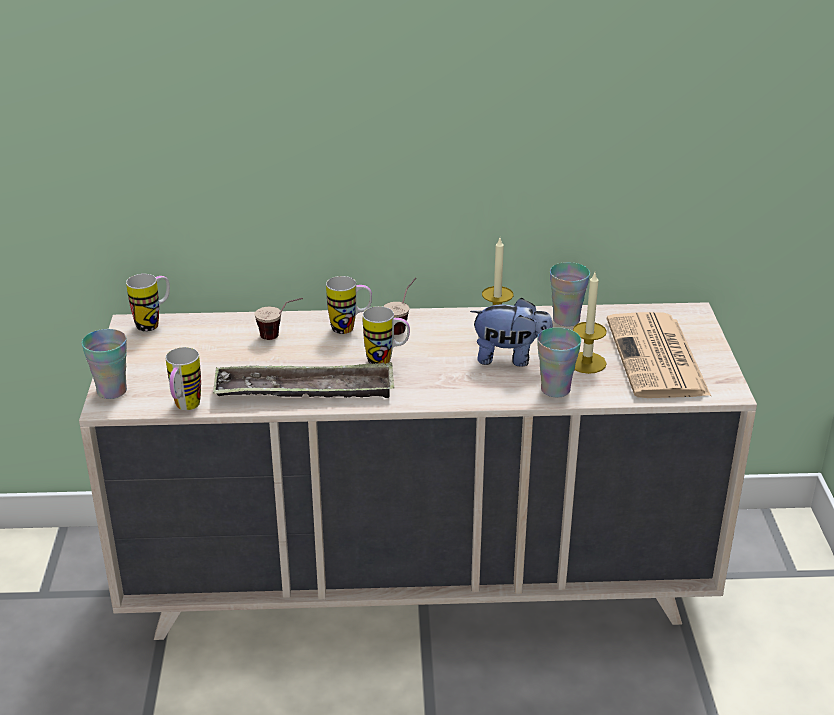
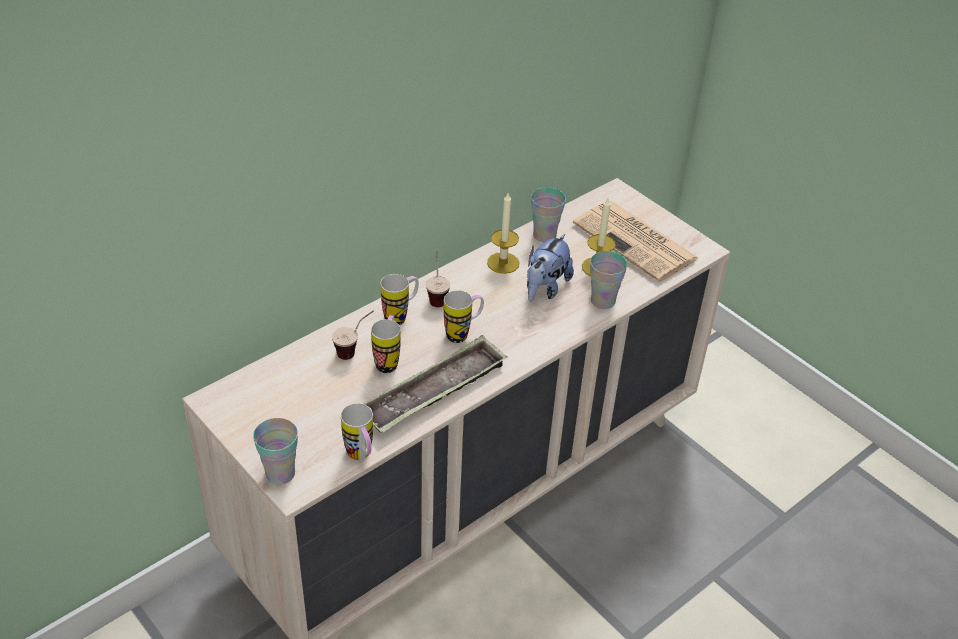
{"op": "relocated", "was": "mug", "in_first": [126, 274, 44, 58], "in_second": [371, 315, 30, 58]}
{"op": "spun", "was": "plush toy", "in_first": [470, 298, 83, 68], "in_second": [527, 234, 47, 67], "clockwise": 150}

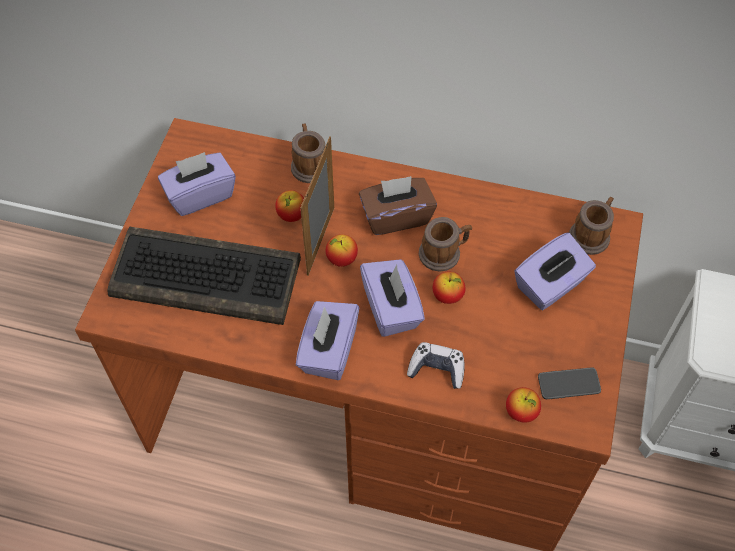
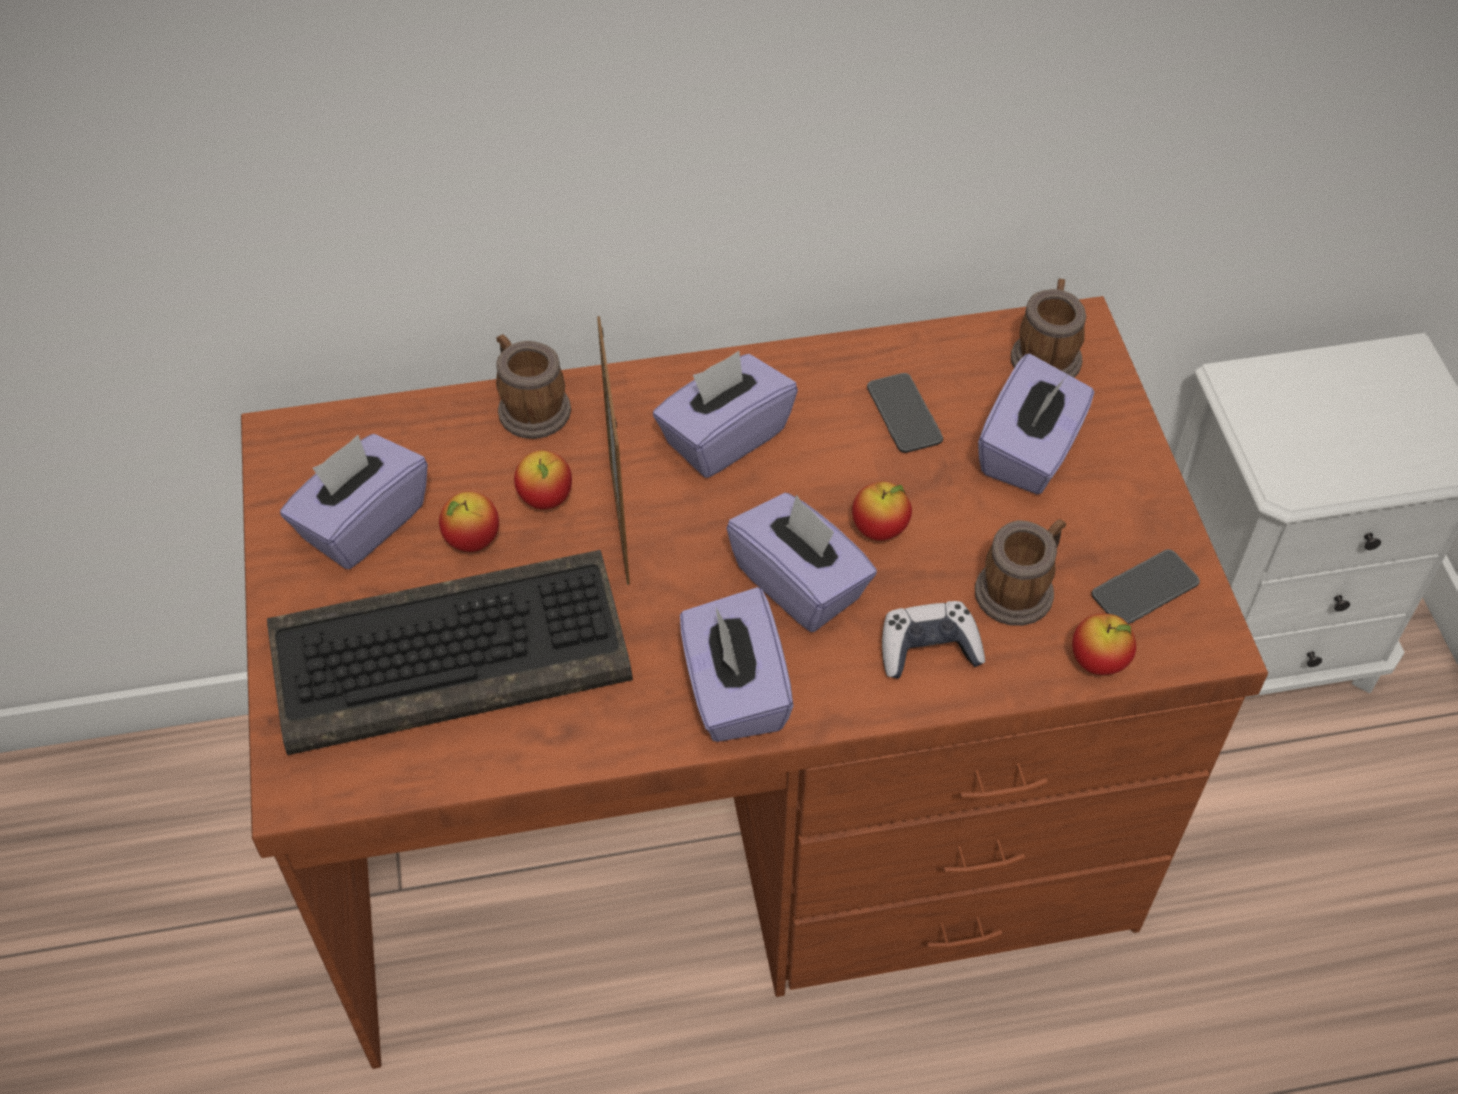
{"op": "relocated", "was": "apple fruit", "in_first": [326, 234, 32, 33], "in_second": [439, 492, 60, 60]}
{"op": "colour", "was": "box of tissues (brown-coloured)", "now": "box of tissues (purple-coloured)", "in_first": [359, 176, 78, 59], "in_second": [653, 351, 145, 127]}
{"op": "relocated", "was": "mug", "in_first": [419, 217, 53, 55], "in_second": [975, 519, 91, 107]}
{"op": "appeared", "now": "phone", "in_second": [867, 373, 76, 80]}

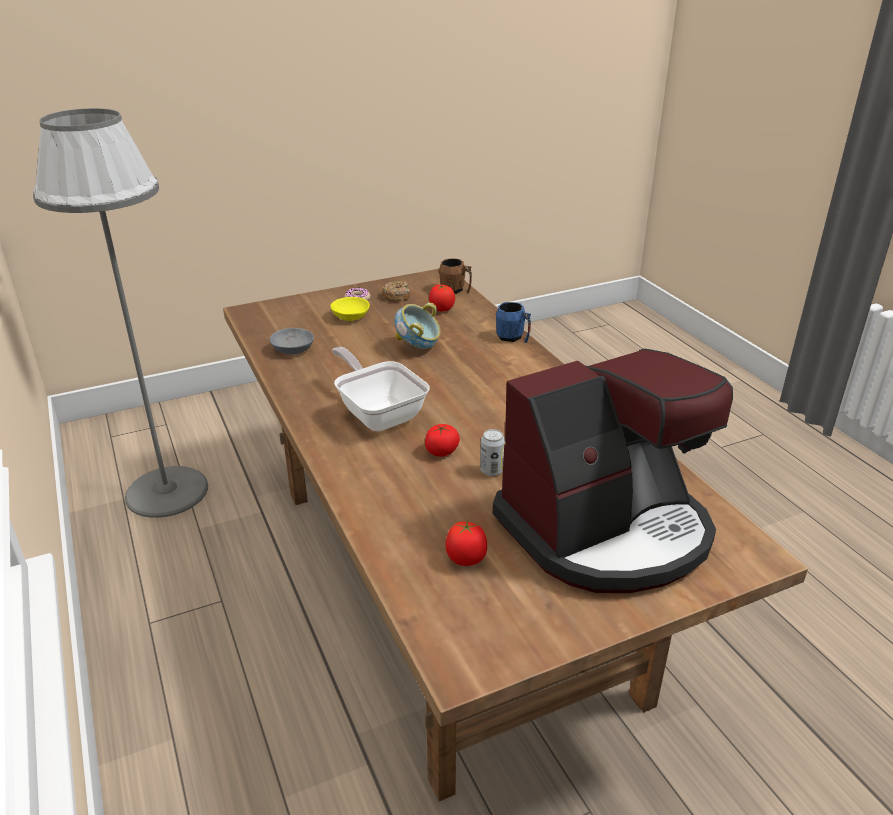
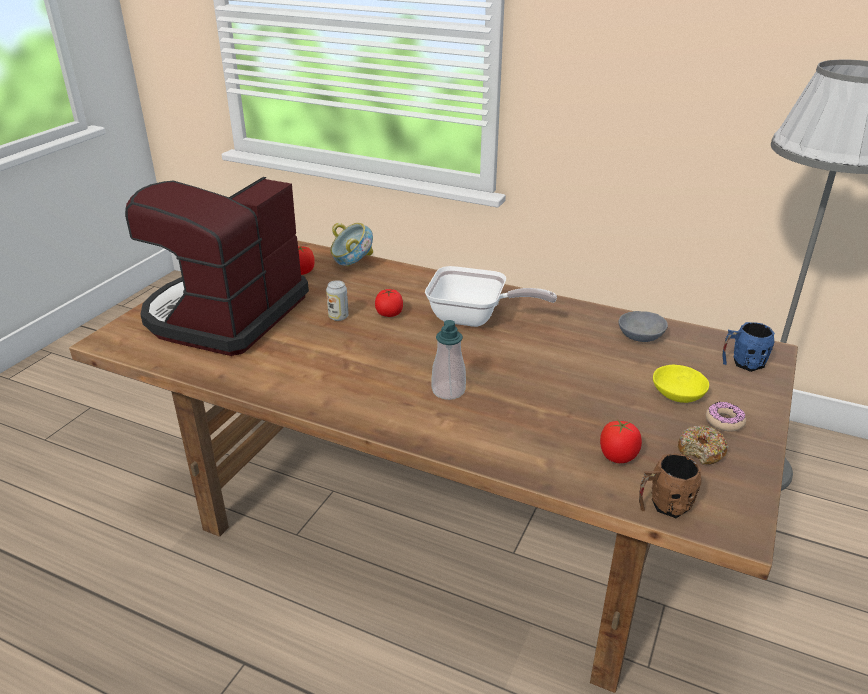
{"op": "relocated", "was": "serving bowl", "in_first": [394, 303, 46, 46], "in_second": [331, 223, 42, 43]}
{"op": "relocated", "was": "mug (blue)", "in_first": [496, 302, 35, 41], "in_second": [722, 322, 53, 50]}
{"op": "appeared", "now": "soap bottle", "in_second": [432, 320, 34, 80]}

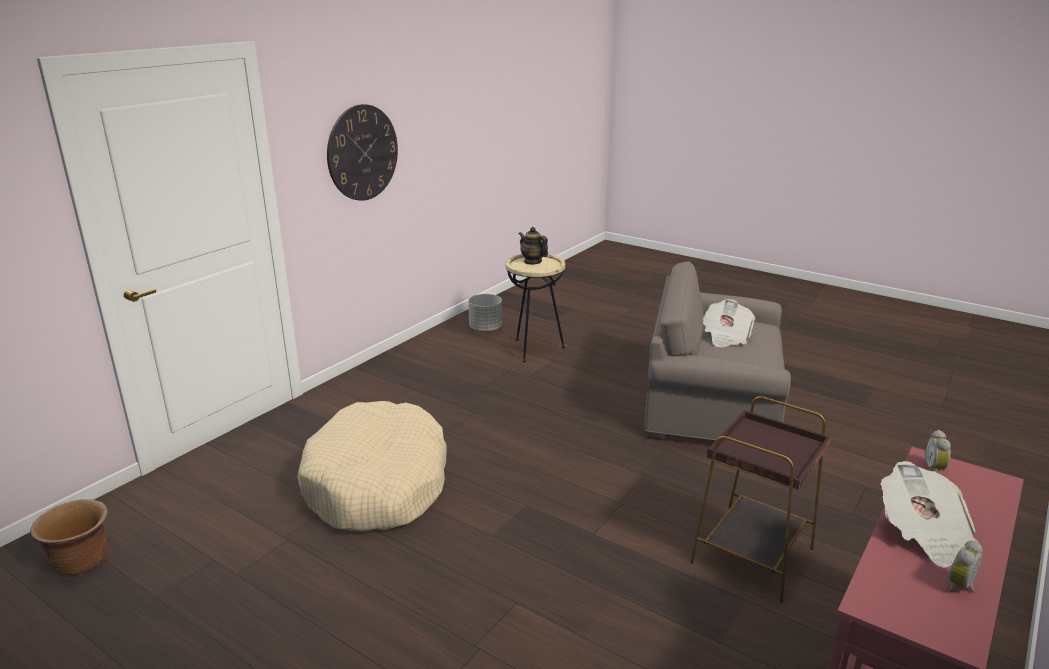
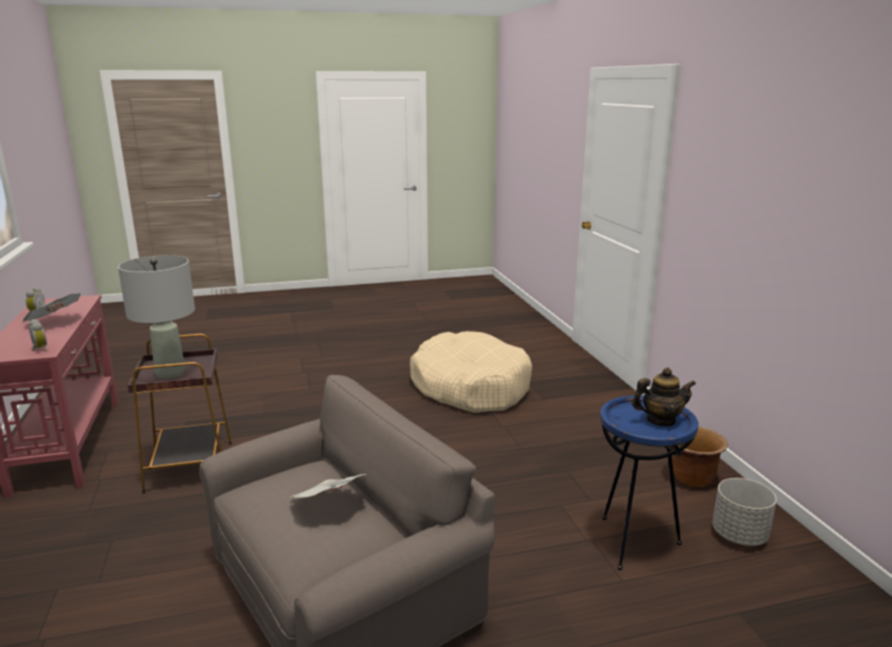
{"op": "relocated", "was": "plant pot (brown-coloured)", "in_first": [30, 499, 78, 77], "in_second": [671, 426, 57, 61]}
{"op": "missing", "was": "hanging clock", "in_first": [327, 104, 71, 97]}
{"op": "colour", "was": "end table (sand-coloured)", "now": "end table (blue)", "in_first": [506, 254, 59, 108], "in_second": [600, 396, 98, 174]}
{"op": "appeared", "now": "lamp for a table (grey)", "in_second": [118, 255, 77, 124]}

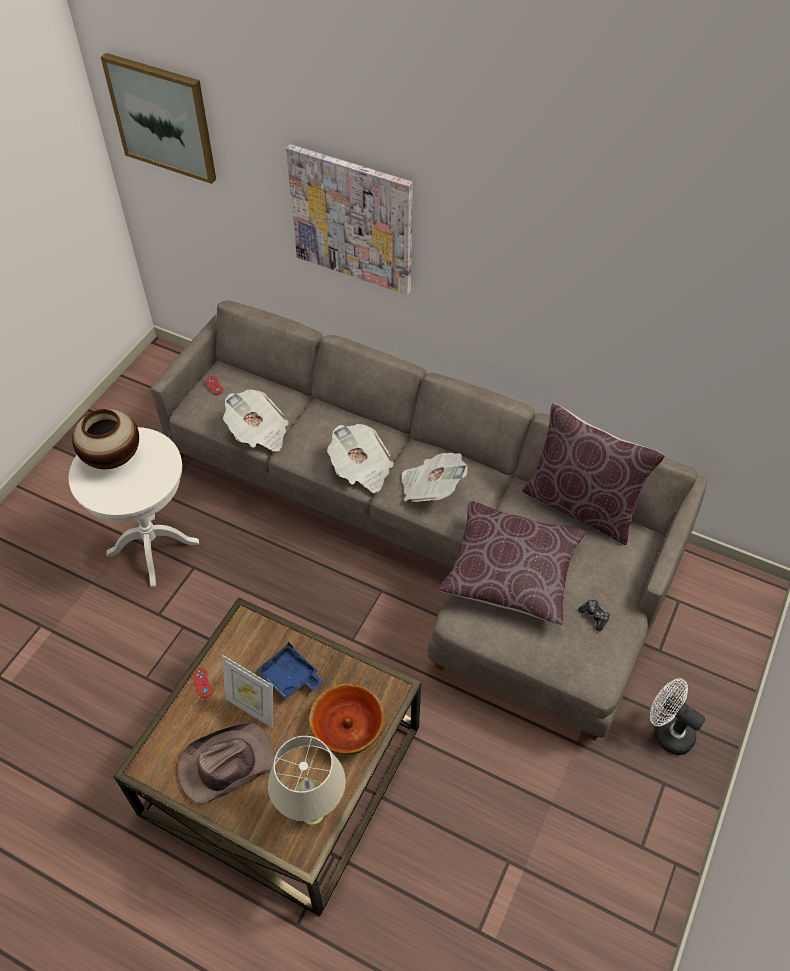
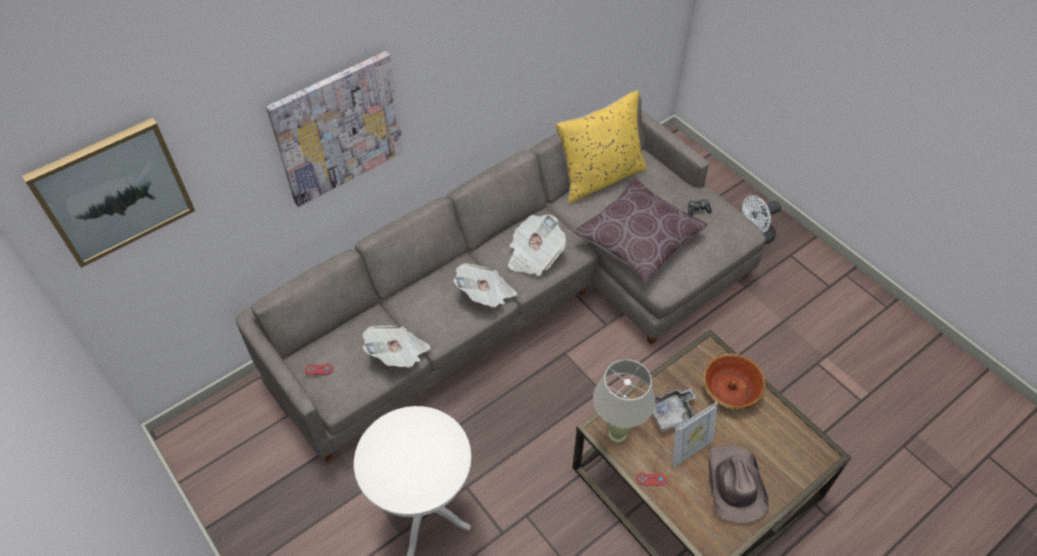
{"op": "missing", "was": "vase", "in_first": [72, 409, 67, 60]}
{"op": "colour", "was": "carrying tray (blue)", "now": "carrying tray (grey)", "in_first": [256, 642, 67, 57], "in_second": [652, 388, 45, 44]}
{"op": "relocated", "was": "lamp for a table (sand-coloured)", "in_first": [268, 736, 78, 89], "in_second": [593, 359, 62, 83]}
{"op": "colour", "was": "throw pillow (brown-coloured)", "now": "throw pillow (yellow-coloured)", "in_first": [522, 403, 143, 142], "in_second": [556, 90, 91, 114]}

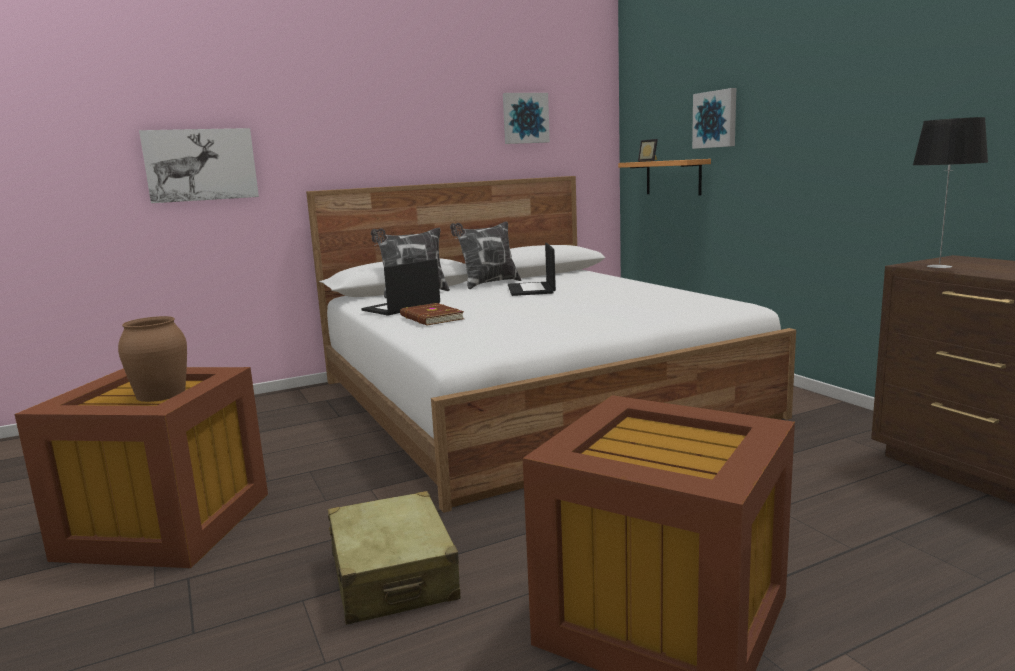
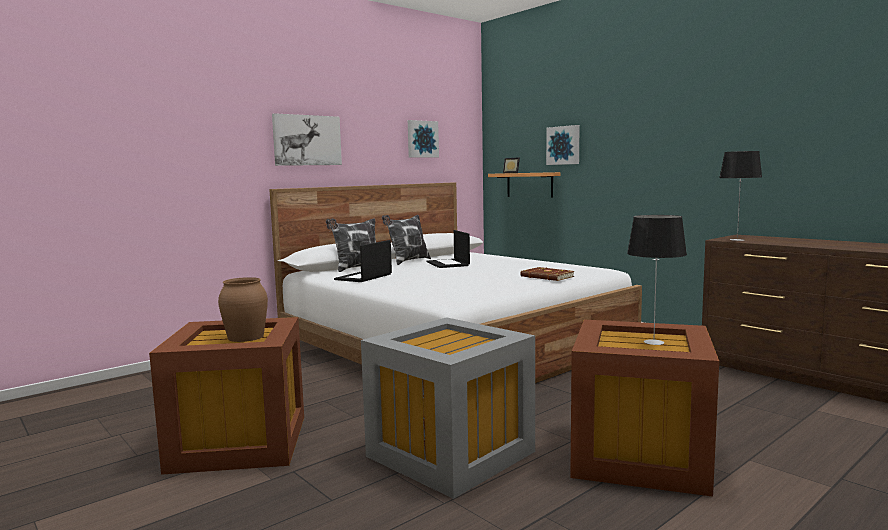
{"op": "relocated", "was": "wall art", "in_first": [139, 128, 120, 75], "in_second": [272, 113, 70, 53]}
{"op": "exchanged", "was": "suitcase (sand-coloured)", "now": "storage container (grey)", "in_first": [328, 491, 132, 134], "in_second": [361, 317, 174, 182]}
{"op": "relocated", "was": "bound book (brown-coloured)", "in_first": [400, 303, 64, 22], "in_second": [520, 267, 54, 14]}
{"op": "appeared", "now": "lamp for a table", "in_second": [627, 215, 60, 130]}

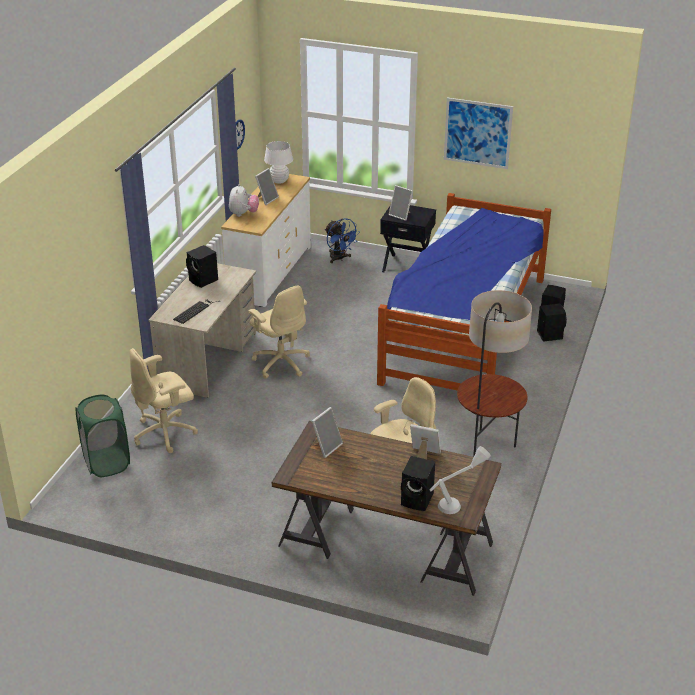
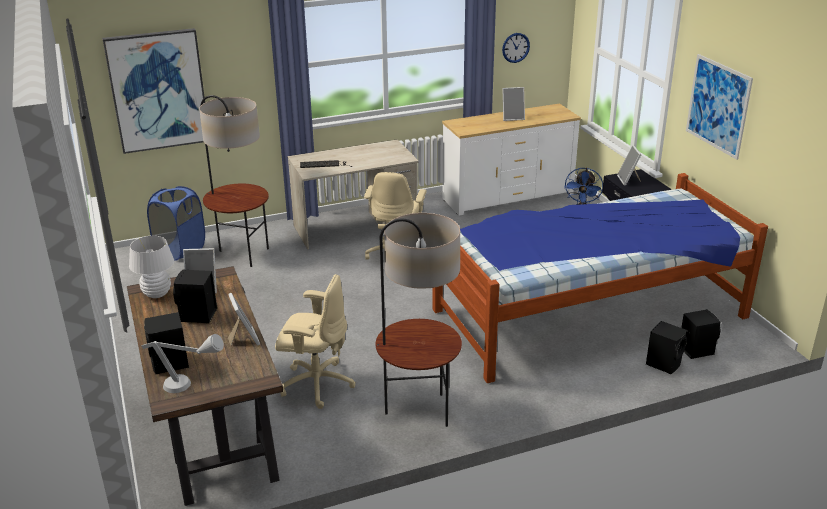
{"op": "colour", "was": "washing basket (green)", "now": "washing basket (blue)", "in_first": [76, 395, 54, 82], "in_second": [147, 186, 58, 75]}
{"op": "exchanged", "was": "computer chair (sand-coloured)", "now": "standing lamp", "in_first": [130, 348, 68, 105], "in_second": [199, 95, 70, 172]}
{"op": "relocated", "was": "speaker (black-coloured)", "in_first": [186, 245, 32, 43], "in_second": [173, 269, 44, 54]}
{"op": "missing", "was": "plush toy", "in_first": [229, 184, 30, 33]}
{"op": "relocated", "was": "lamp for a table (whitish)", "in_first": [264, 141, 29, 43], "in_second": [129, 236, 45, 62]}
{"op": "appeared", "now": "wall art", "in_second": [102, 28, 103, 126]}

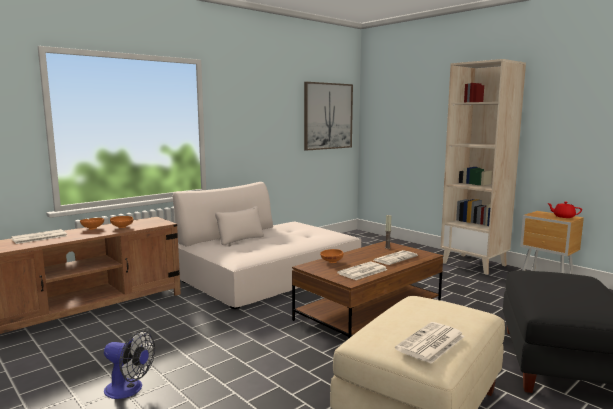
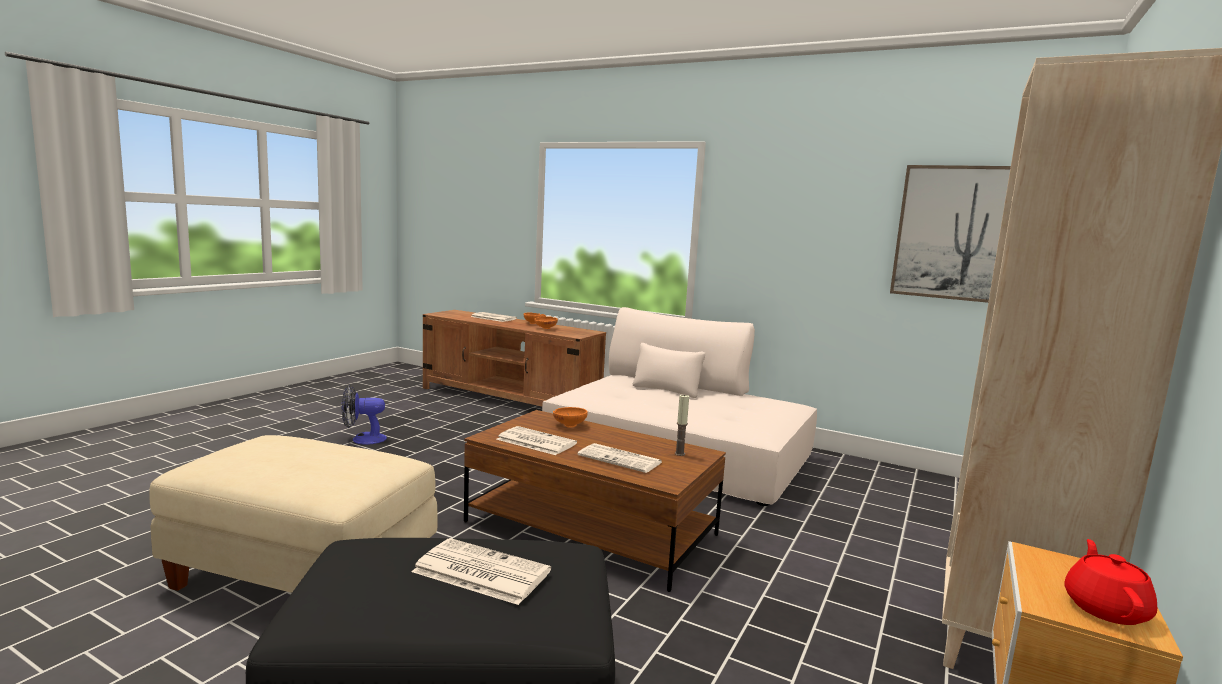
{"op": "spun", "was": "fan", "in_first": [104, 331, 51, 68], "in_second": [342, 385, 45, 60], "clockwise": 75}
{"op": "relocated", "was": "daily paper", "in_first": [395, 322, 70, 42], "in_second": [412, 538, 139, 67]}

